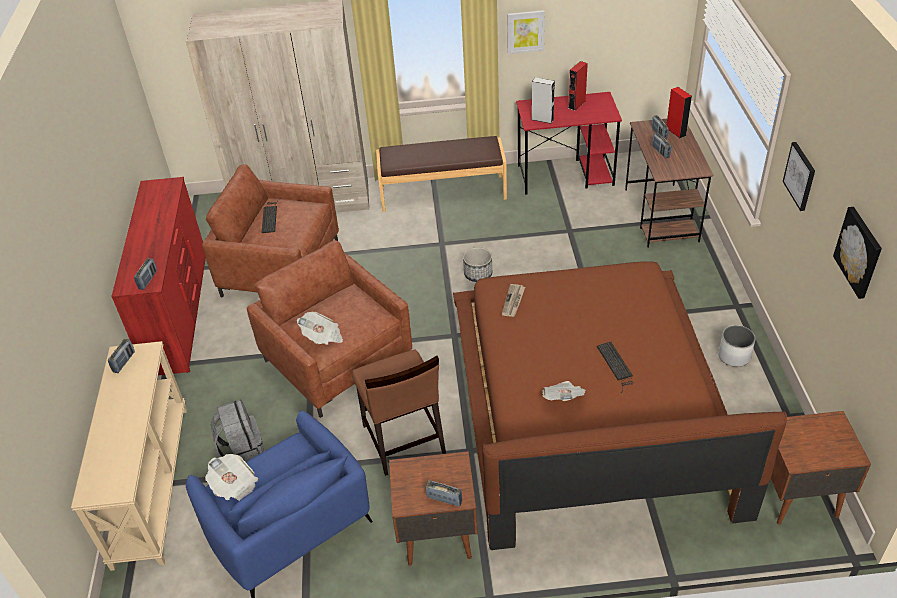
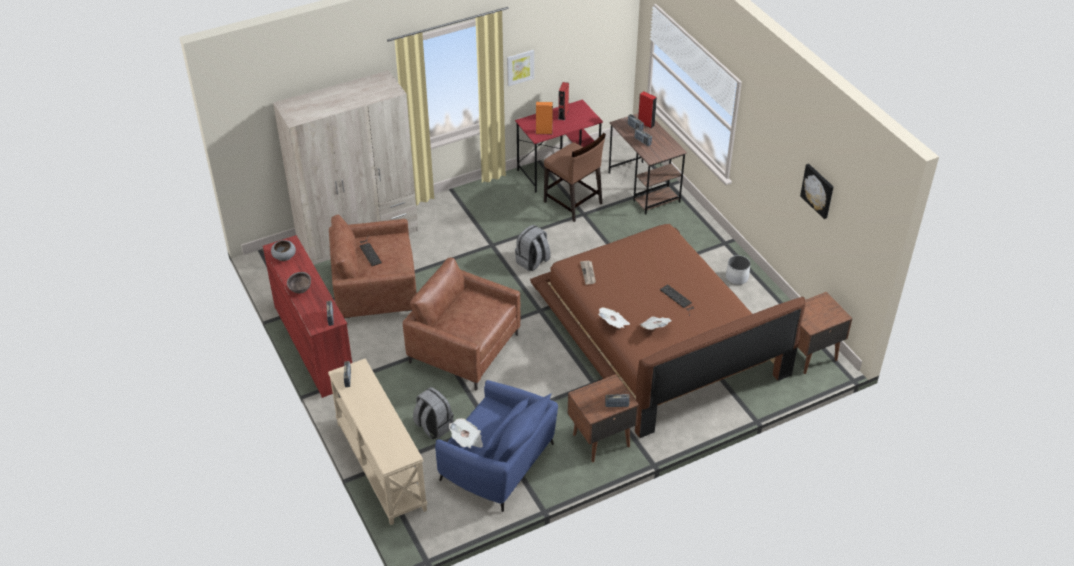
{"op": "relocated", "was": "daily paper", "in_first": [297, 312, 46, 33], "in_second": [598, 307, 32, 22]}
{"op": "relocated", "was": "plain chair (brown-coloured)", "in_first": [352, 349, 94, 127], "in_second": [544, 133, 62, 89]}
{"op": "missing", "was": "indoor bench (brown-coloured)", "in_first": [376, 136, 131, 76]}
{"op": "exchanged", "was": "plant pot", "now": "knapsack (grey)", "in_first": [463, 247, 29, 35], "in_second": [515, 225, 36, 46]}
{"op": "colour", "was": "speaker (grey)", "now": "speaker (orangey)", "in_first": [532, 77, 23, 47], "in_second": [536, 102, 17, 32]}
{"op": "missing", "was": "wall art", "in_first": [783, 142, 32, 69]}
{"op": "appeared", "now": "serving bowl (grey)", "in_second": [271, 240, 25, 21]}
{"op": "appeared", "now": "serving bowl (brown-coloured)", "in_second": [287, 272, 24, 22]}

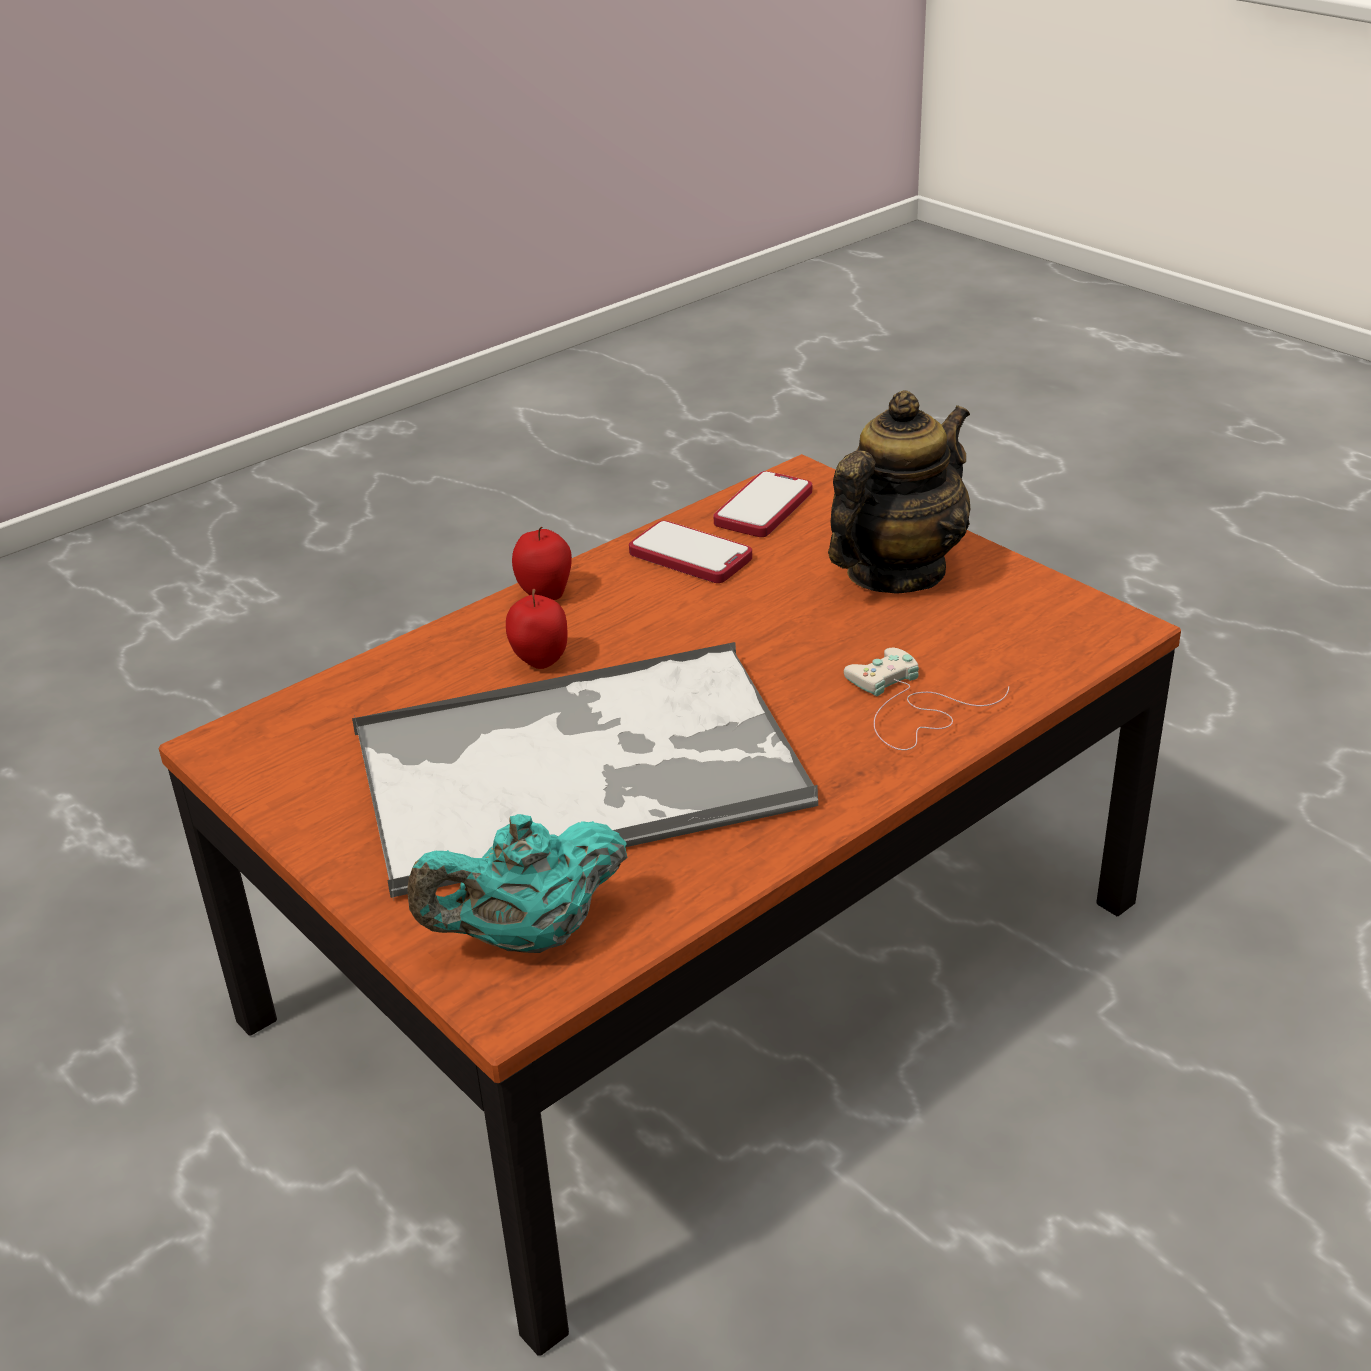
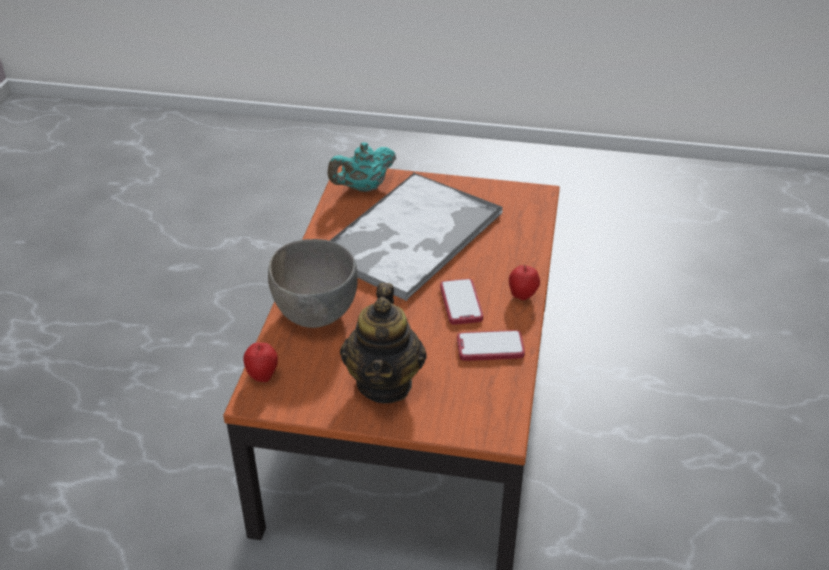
{"op": "spun", "was": "pot for tea (turquoise)", "in_first": [407, 814, 220, 139], "in_second": [327, 142, 69, 50], "clockwise": -150}
{"op": "relocated", "was": "apple fruit", "in_first": [506, 589, 61, 80], "in_second": [243, 342, 35, 40]}
{"op": "relocated", "was": "phone", "in_first": [714, 471, 98, 66], "in_second": [440, 279, 43, 46]}
{"op": "exchanged", "was": "joypad (whitish)", "now": "serving bowl (grey)", "in_first": [844, 648, 165, 102], "in_second": [268, 239, 90, 89]}

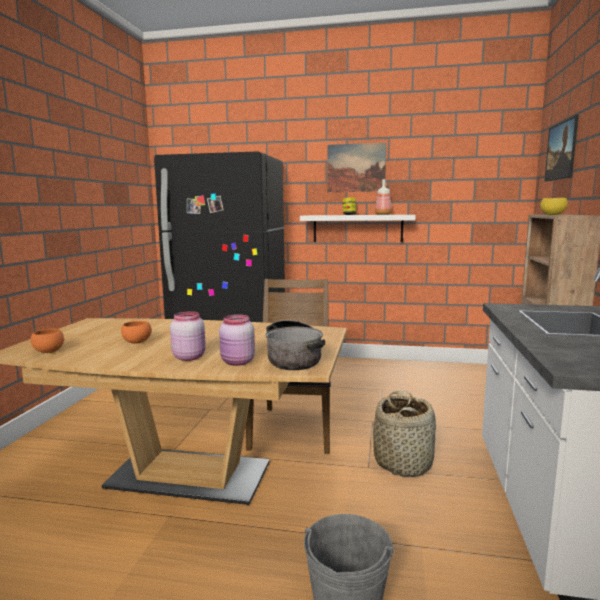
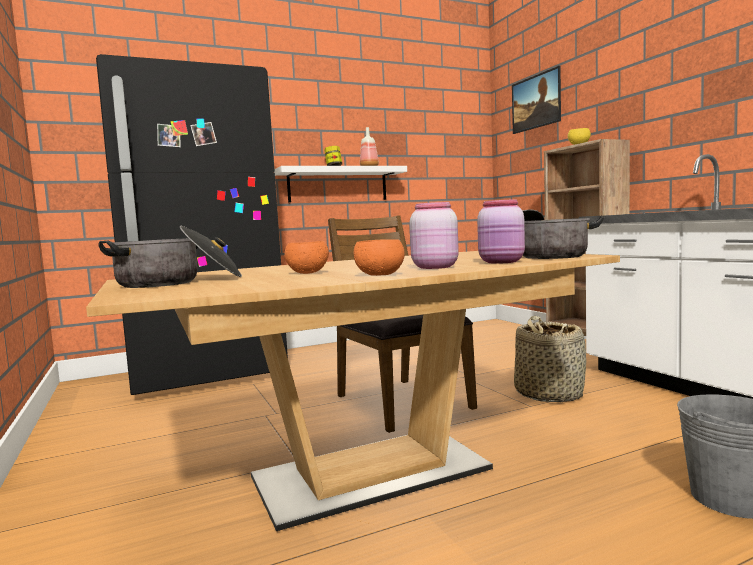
{"op": "relocated", "was": "serving bowl (orangey)", "in_first": [31, 329, 33, 24], "in_second": [354, 239, 51, 37]}
{"op": "missing", "was": "wall art", "in_first": [327, 143, 59, 49]}
{"op": "appeared", "now": "stockpot", "in_second": [99, 226, 143, 62]}

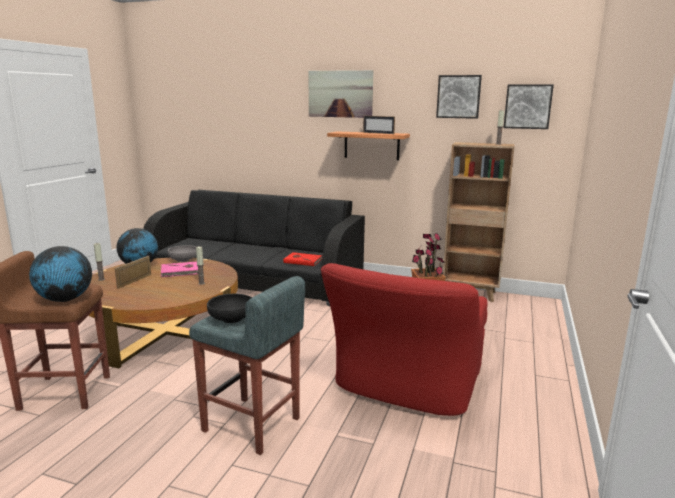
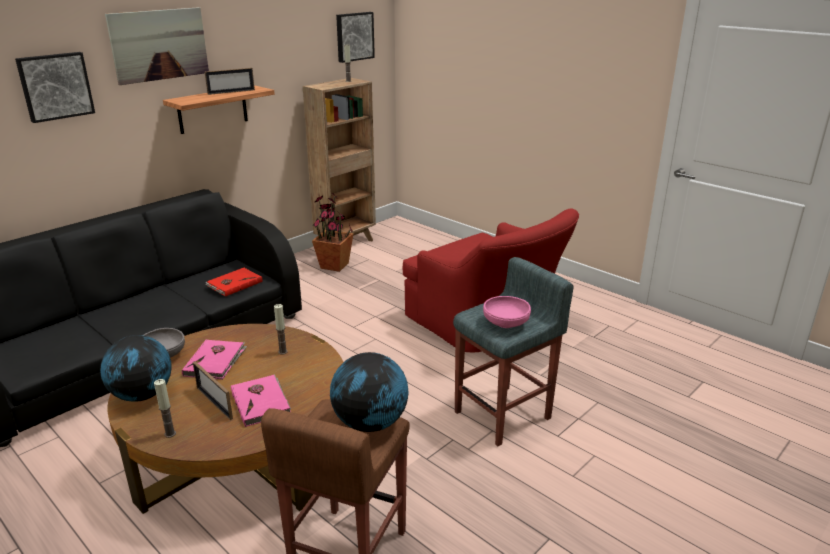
{"op": "colour", "was": "serving bowl (black-coloured)", "now": "serving bowl (pink)", "in_first": [207, 294, 45, 29], "in_second": [483, 296, 48, 32]}
{"op": "relocated", "was": "wall art", "in_first": [436, 75, 46, 44], "in_second": [15, 52, 80, 71]}
{"op": "appeared", "now": "bound book (pink)", "in_second": [231, 374, 60, 53]}

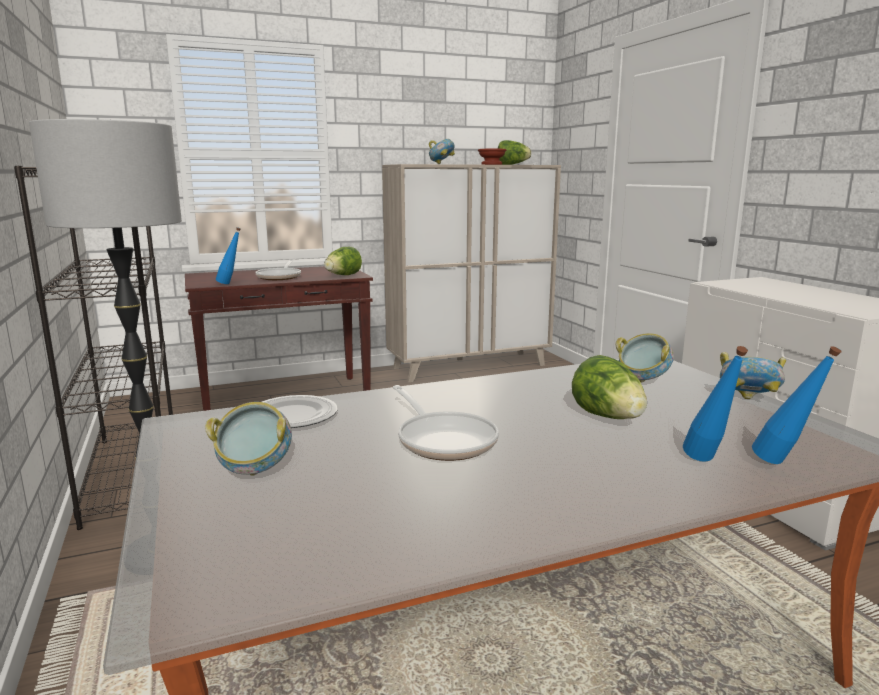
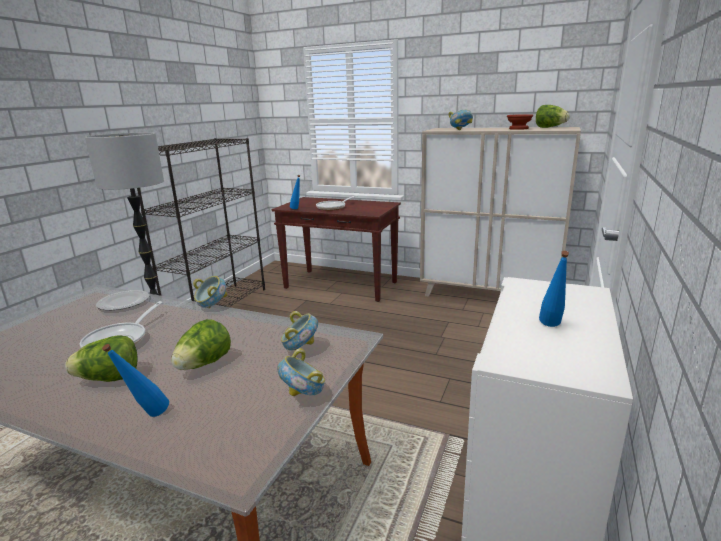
{"op": "relocated", "was": "serving bowl", "in_first": [205, 402, 87, 74], "in_second": [193, 276, 34, 32]}
{"op": "relocated", "was": "lettuce", "in_first": [324, 247, 38, 28], "in_second": [65, 336, 73, 46]}
{"op": "relocated", "was": "beverage bottle (blue)", "in_first": [752, 346, 90, 118], "in_second": [539, 251, 30, 76]}

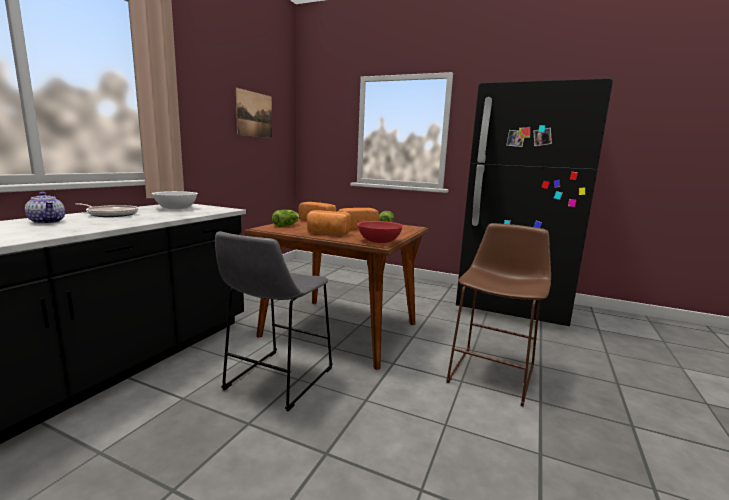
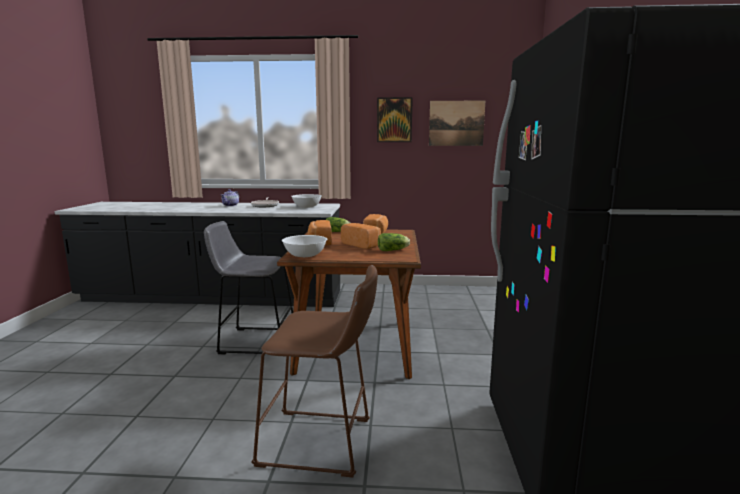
{"op": "colour", "was": "serving bowl (red-coloured)", "now": "serving bowl (whitish)", "in_first": [357, 221, 47, 22], "in_second": [282, 235, 45, 22]}
{"op": "appeared", "now": "wall art", "in_second": [377, 97, 36, 45]}

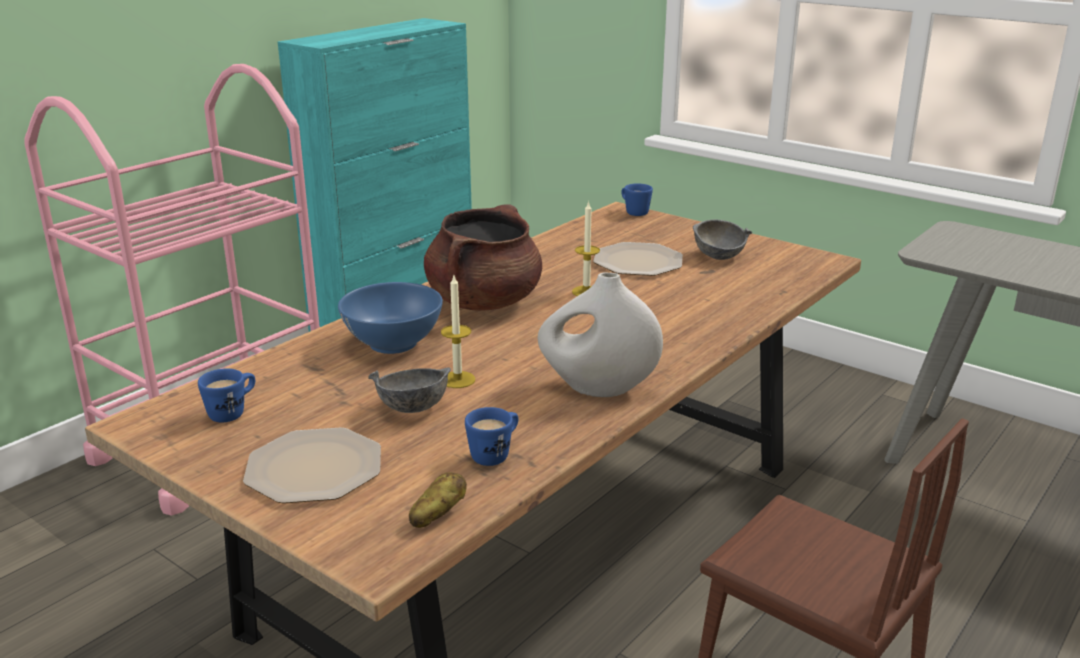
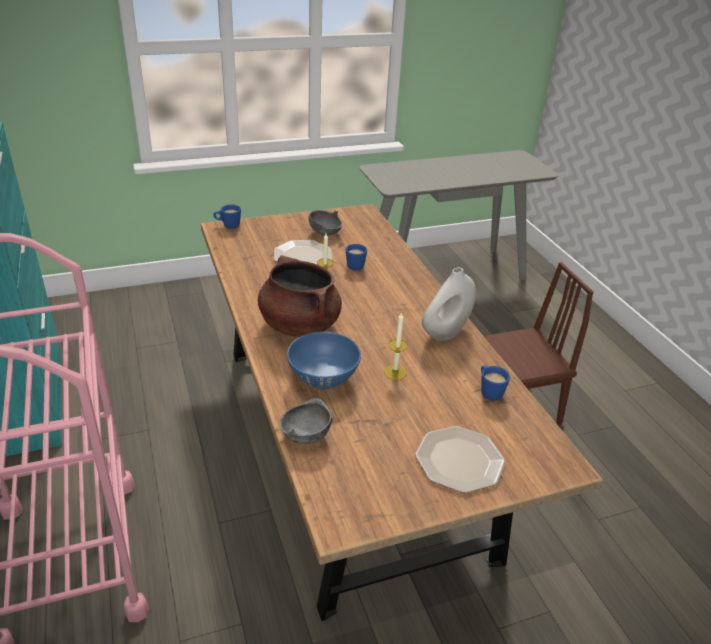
{"op": "relocated", "was": "mug (blue)", "in_first": [198, 369, 57, 53], "in_second": [346, 244, 21, 26]}
{"op": "relocated", "was": "serving bowl (grey)", "in_first": [368, 367, 83, 46], "in_second": [279, 398, 53, 46]}
{"op": "missing", "was": "spud", "in_first": [409, 472, 58, 56]}

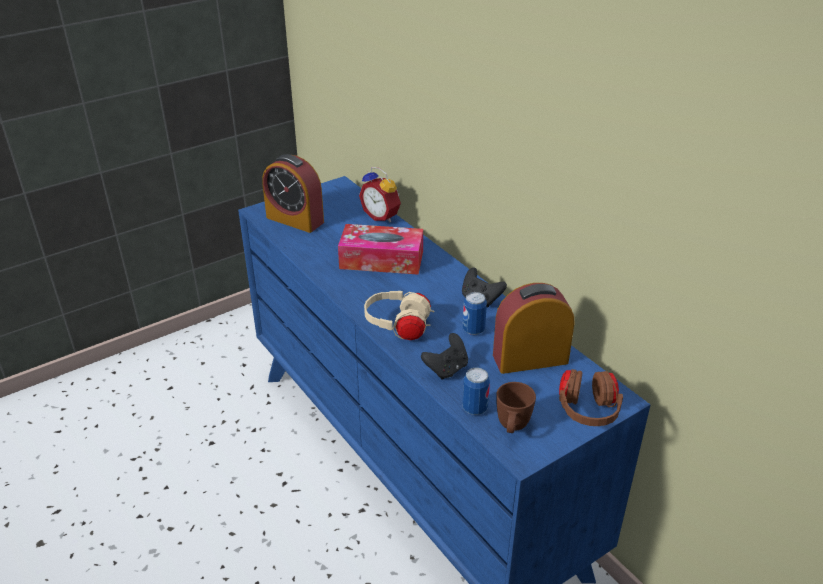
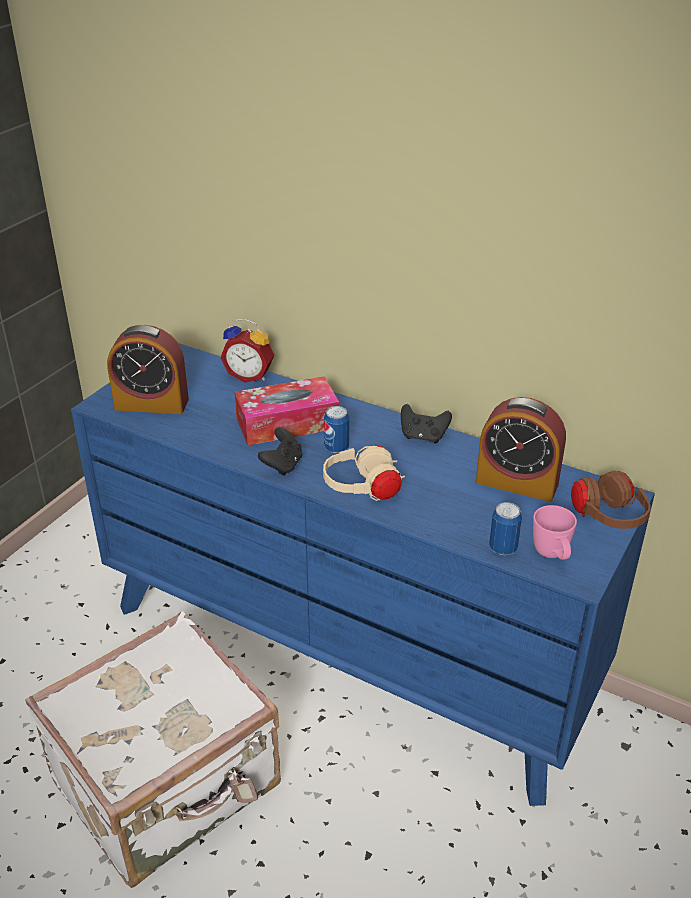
{"op": "relocated", "was": "joypad (black-coloured)", "in_first": [421, 333, 47, 47], "in_second": [258, 427, 44, 49]}
{"op": "relocated", "was": "can", "in_first": [463, 292, 24, 43], "in_second": [324, 406, 25, 47]}
{"op": "spun", "was": "alarm clock", "in_first": [493, 283, 81, 91], "in_second": [476, 397, 90, 105], "clockwise": -120}
{"op": "colour", "was": "mug (brown-coloured)", "now": "mug (pink)", "in_first": [496, 382, 40, 51], "in_second": [533, 505, 44, 55]}
{"op": "appeared", "now": "suitcase (whitish)", "in_second": [25, 611, 256, 277]}

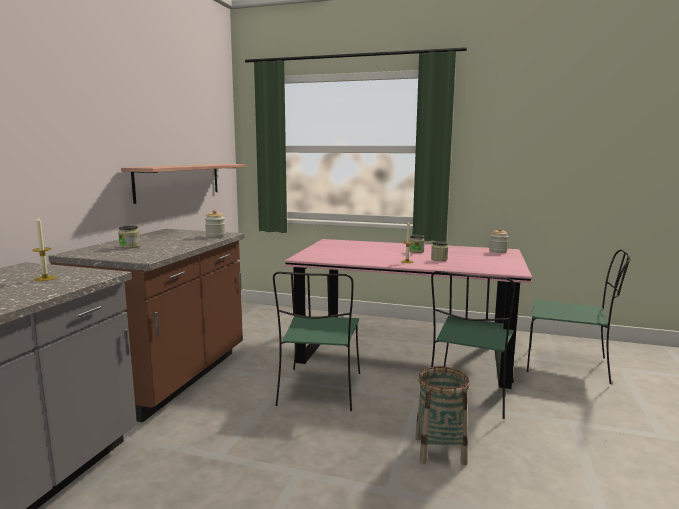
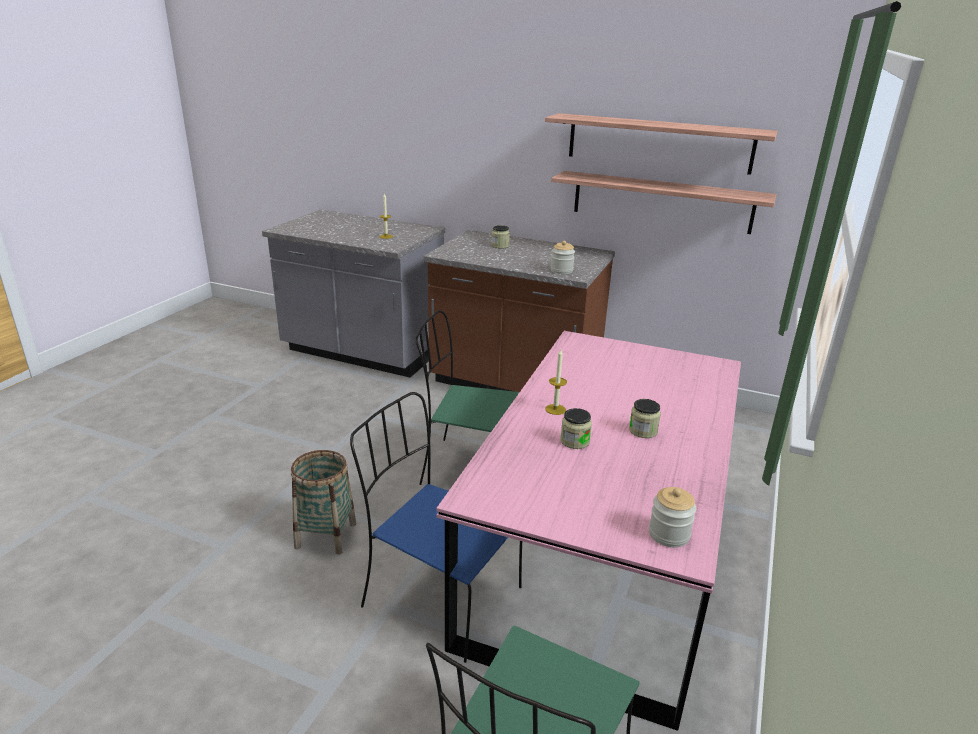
{"op": "colour", "was": "plain chair (green)", "now": "plain chair (blue)", "in_first": [431, 271, 84, 148], "in_second": [350, 392, 172, 271]}
{"op": "appeared", "now": "wall shelf", "in_second": [545, 113, 233, 62]}

